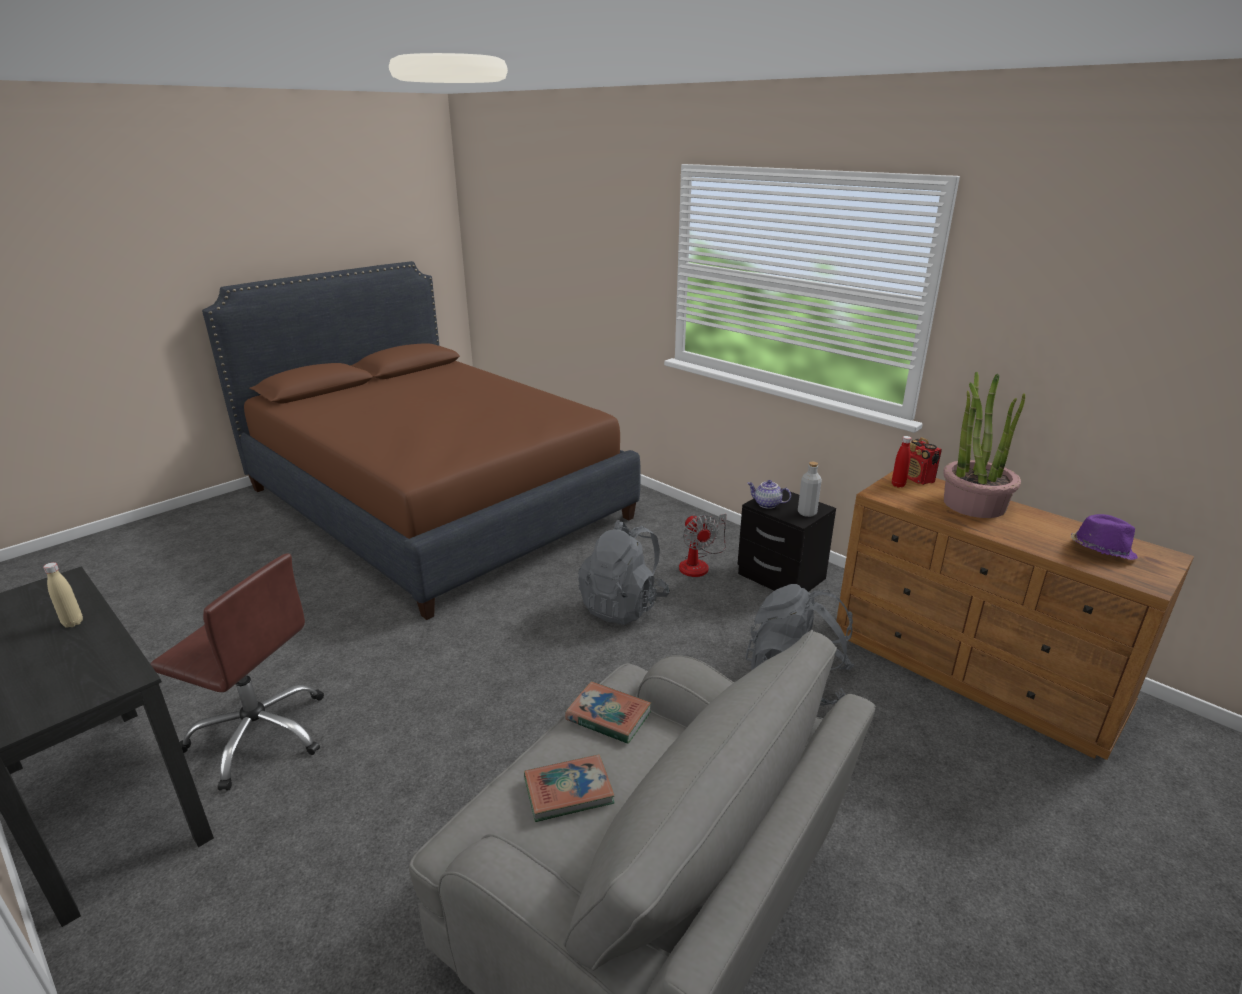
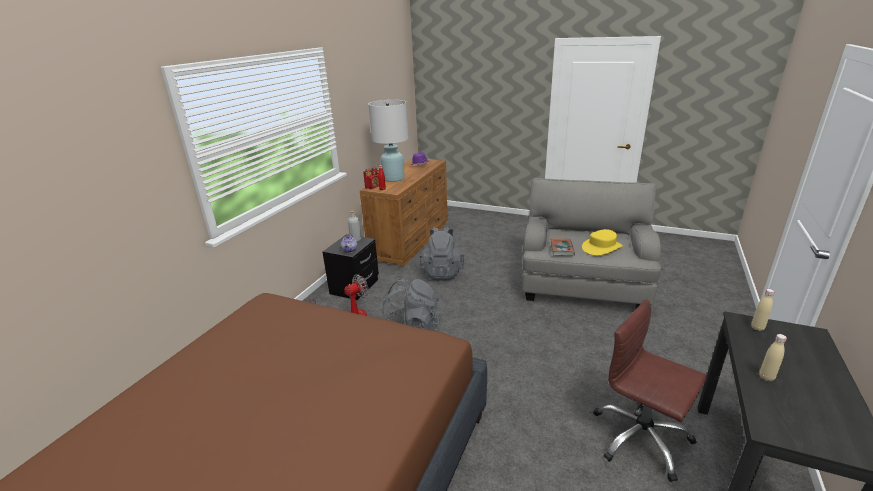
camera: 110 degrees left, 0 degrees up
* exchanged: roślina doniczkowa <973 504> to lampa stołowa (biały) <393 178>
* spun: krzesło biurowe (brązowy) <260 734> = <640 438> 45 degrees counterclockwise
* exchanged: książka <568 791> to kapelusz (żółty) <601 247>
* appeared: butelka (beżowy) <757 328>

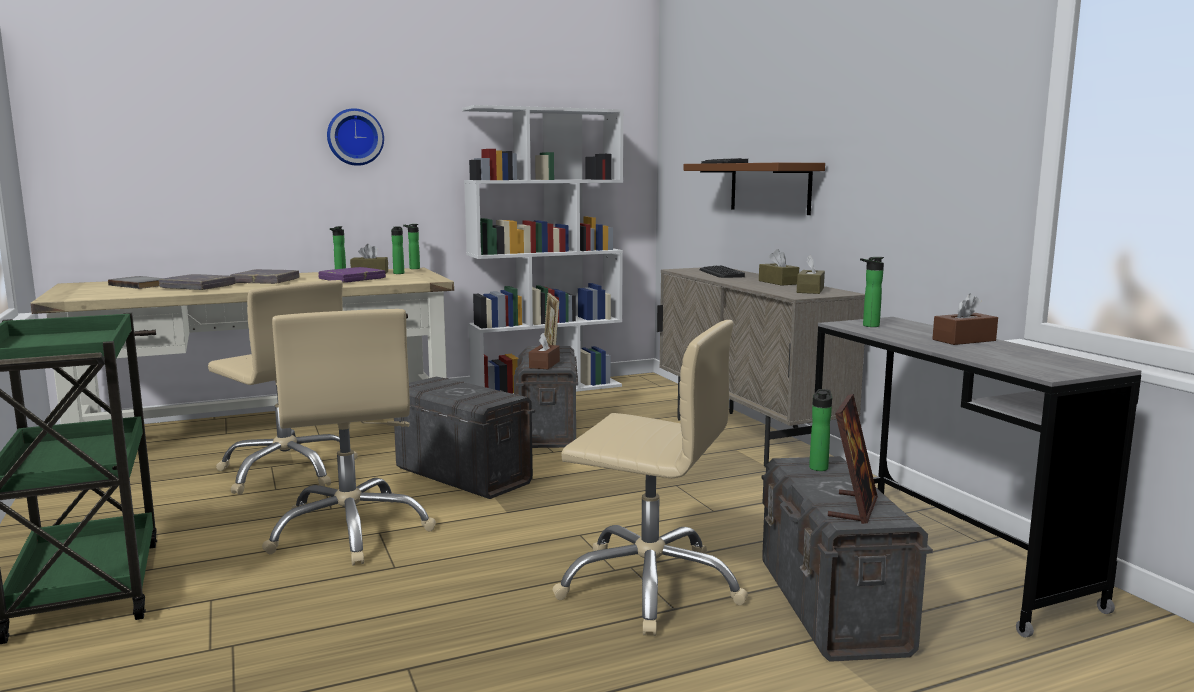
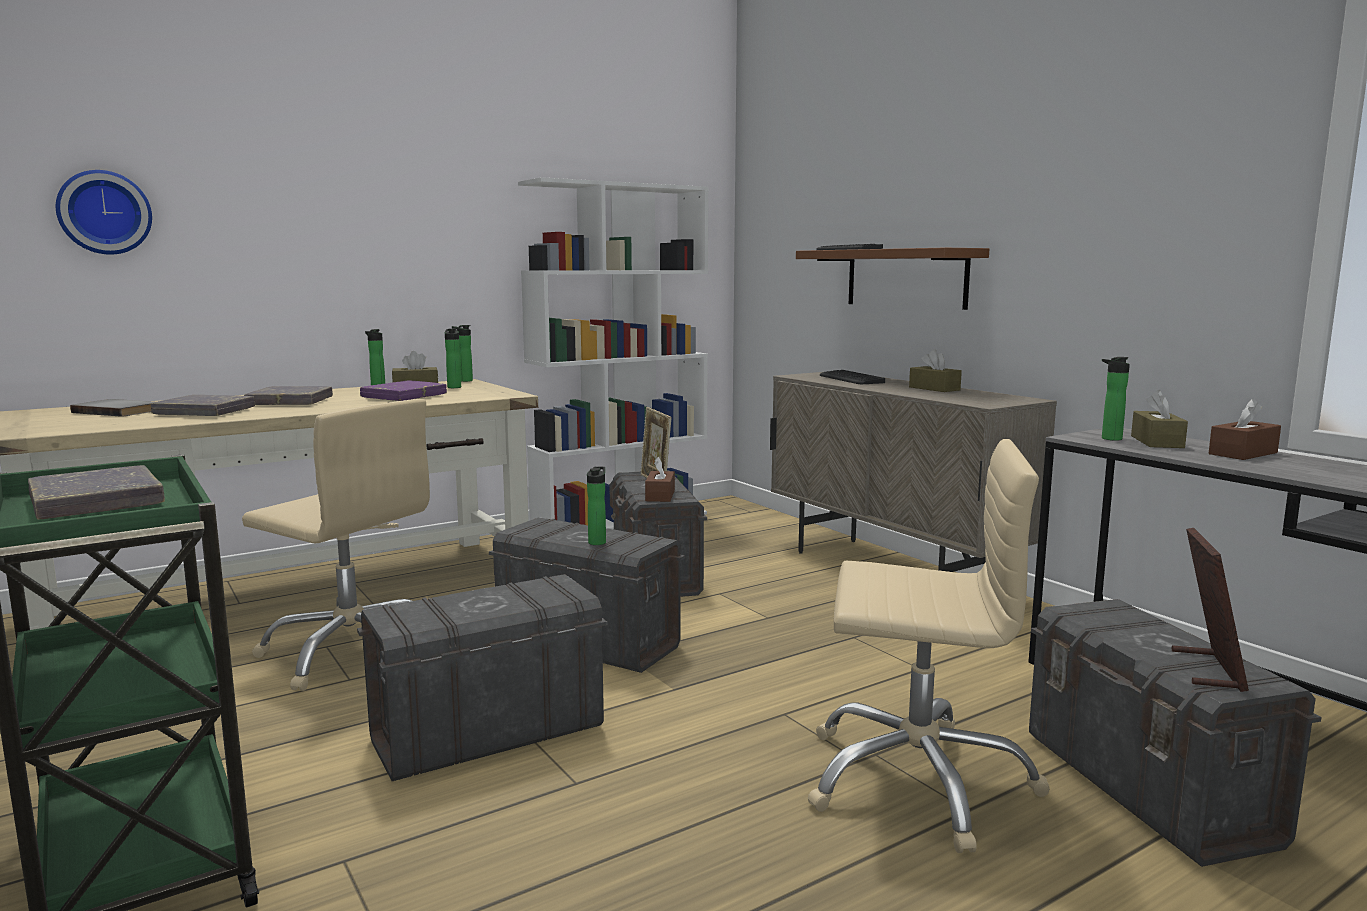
camera: 10 degrees left, 0 degrees up
* relocated: zegar ścienny <355 137> to <104 212>
* relocated: pudełko chusteczek (brązowy) <810 290> to <1157 442>
* exchanged: krzesło biurowe (beżowy) <351 531> to pojemnik do przechowywania (szary) <486 733>
* relocated: butelka <819 467> to <598 542>
* appeared: książka (szary) <97 502>

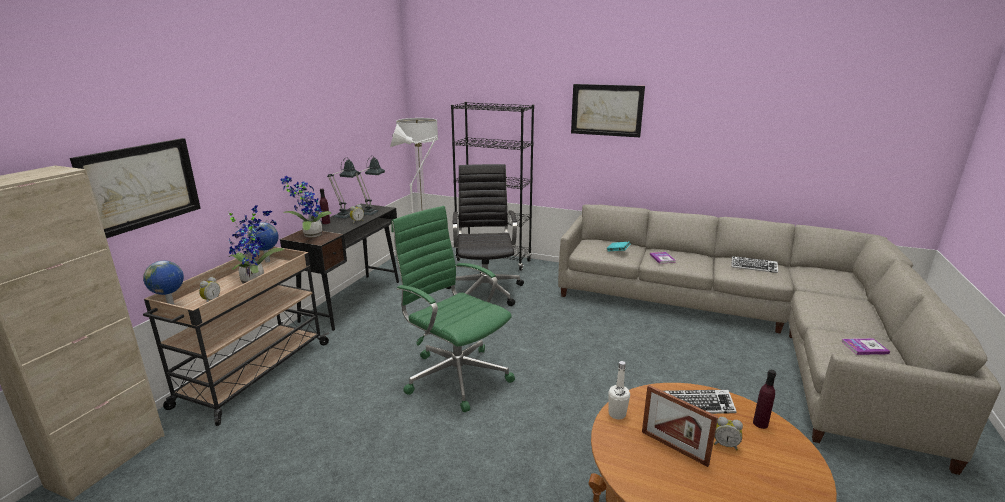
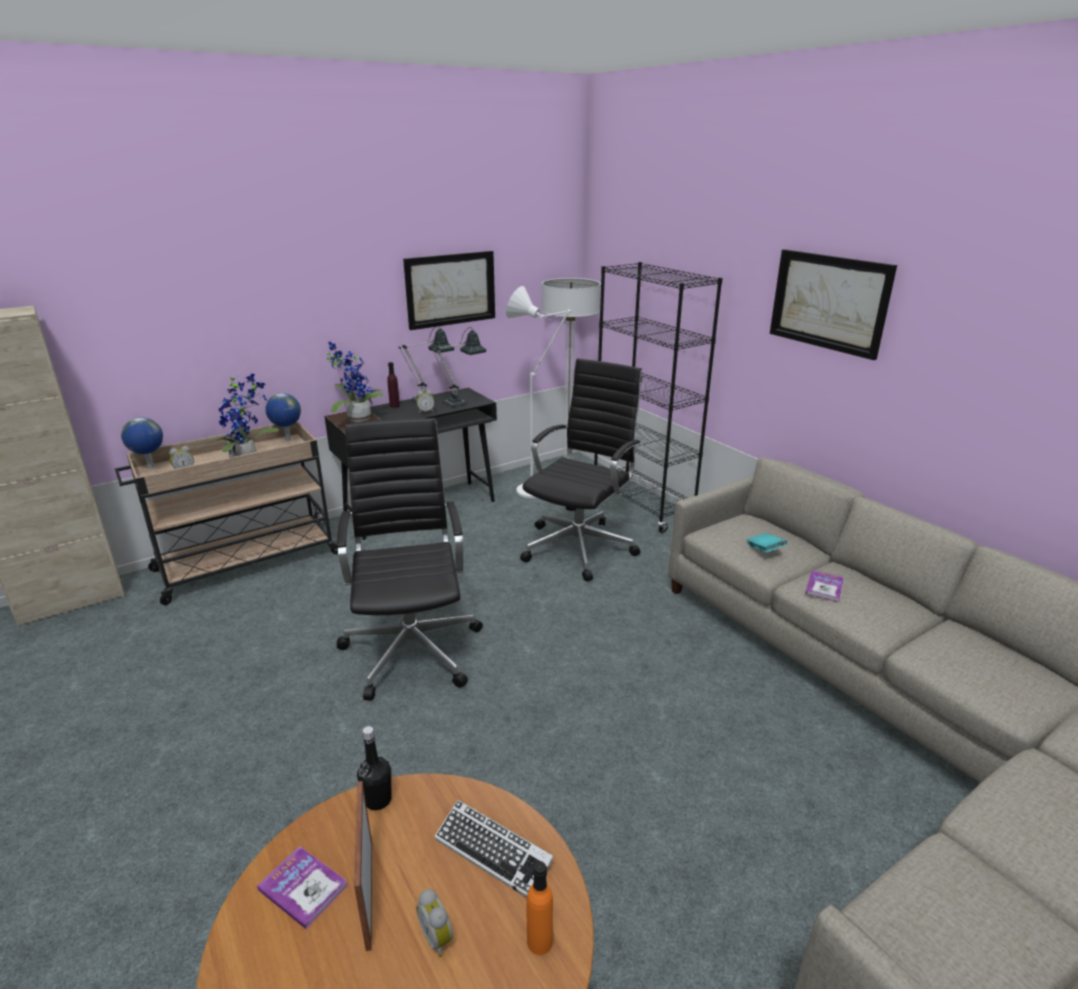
camera: 35 degrees right, 5 degrees up
* relocated: obraz <141 186> to <450 289>
* colour: krzesło biurowe (zielony) <455 375> to krzesło biurowe (czarny) <412 648>
* missing: klawiatura <753 267>
* relocated: książka <864 347> to <303 888>
* colour: butelka (biały) <617 414> to butelka (czarny) <378 800>
* colour: butelka (fioletowy) <760 423> to butelka (pomarańczowy) <539 942>

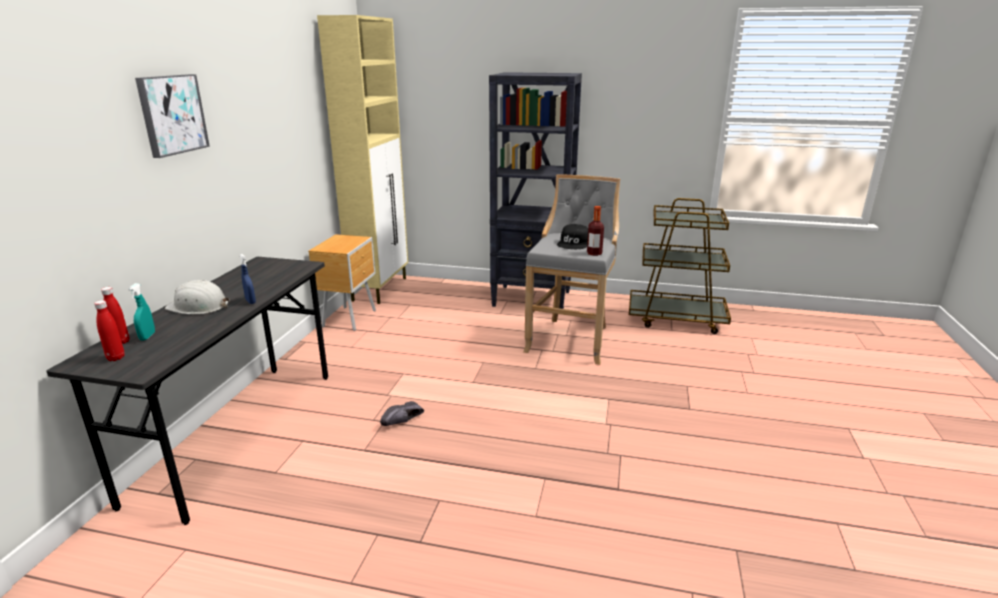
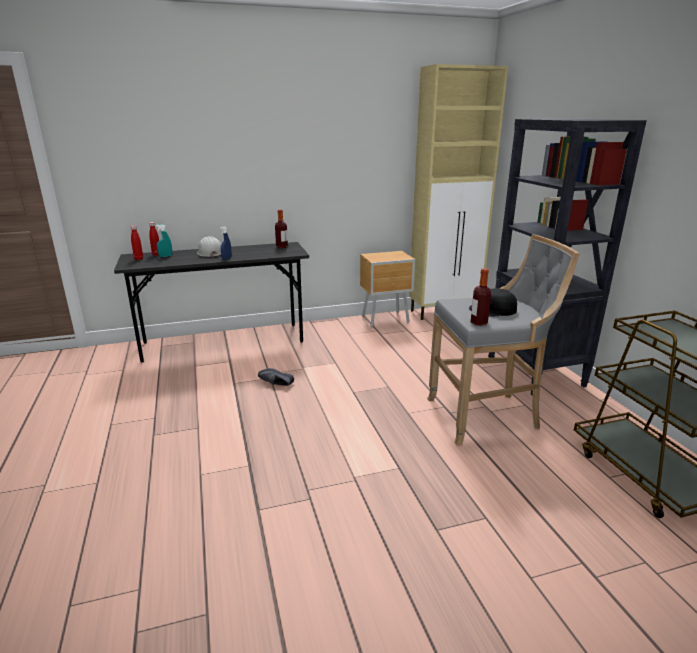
camera: 60 degrees right, 0 degrees up
* missing: obraz <171 114>
* appeared: butelka <282 246>

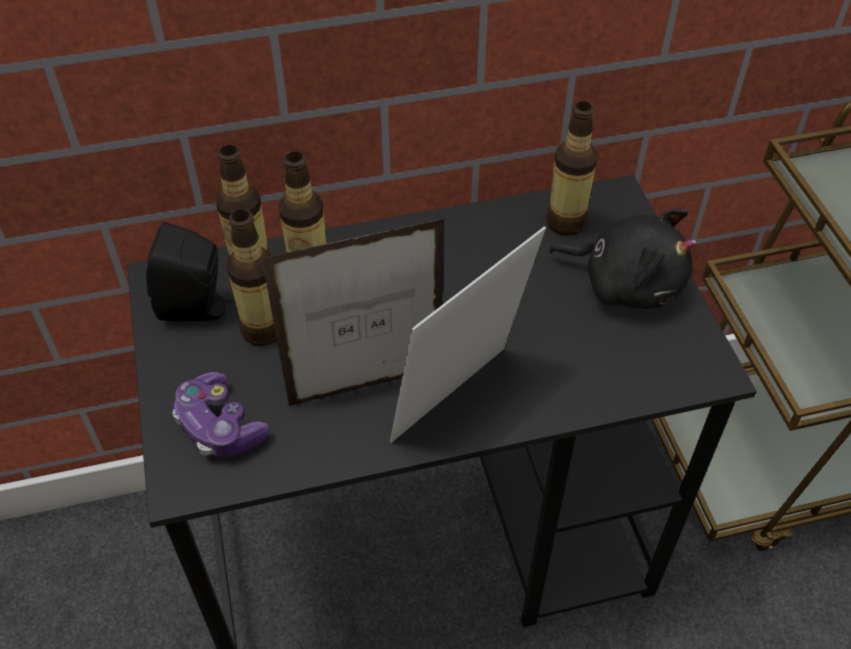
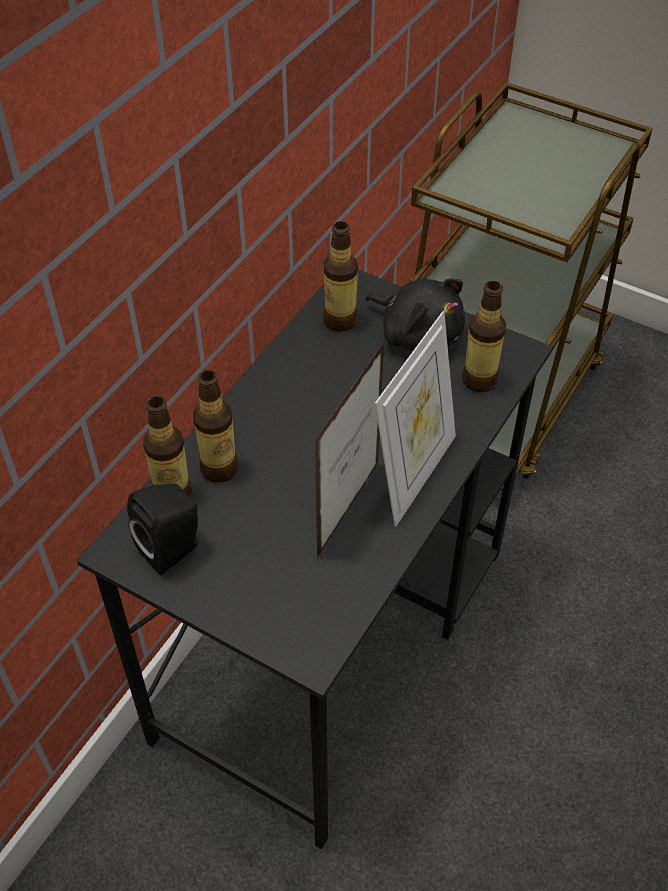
camera: 45 degrees left, 0 degrees up
* relocated: butelka <263 330> to <479 380>
* spun: pluszak (czarny) <626 283> = <418 334> 60 degrees clockwise
* spun: ramka na zdjęcie <460 403> = <414 474> 150 degrees counterclockwise
* missing: pad do gier <220 426>

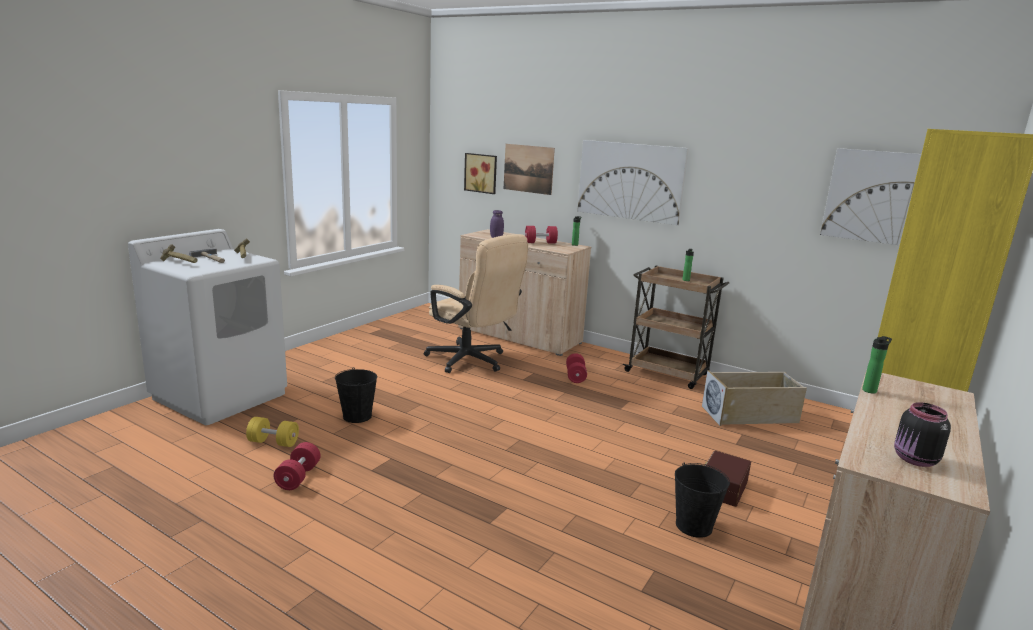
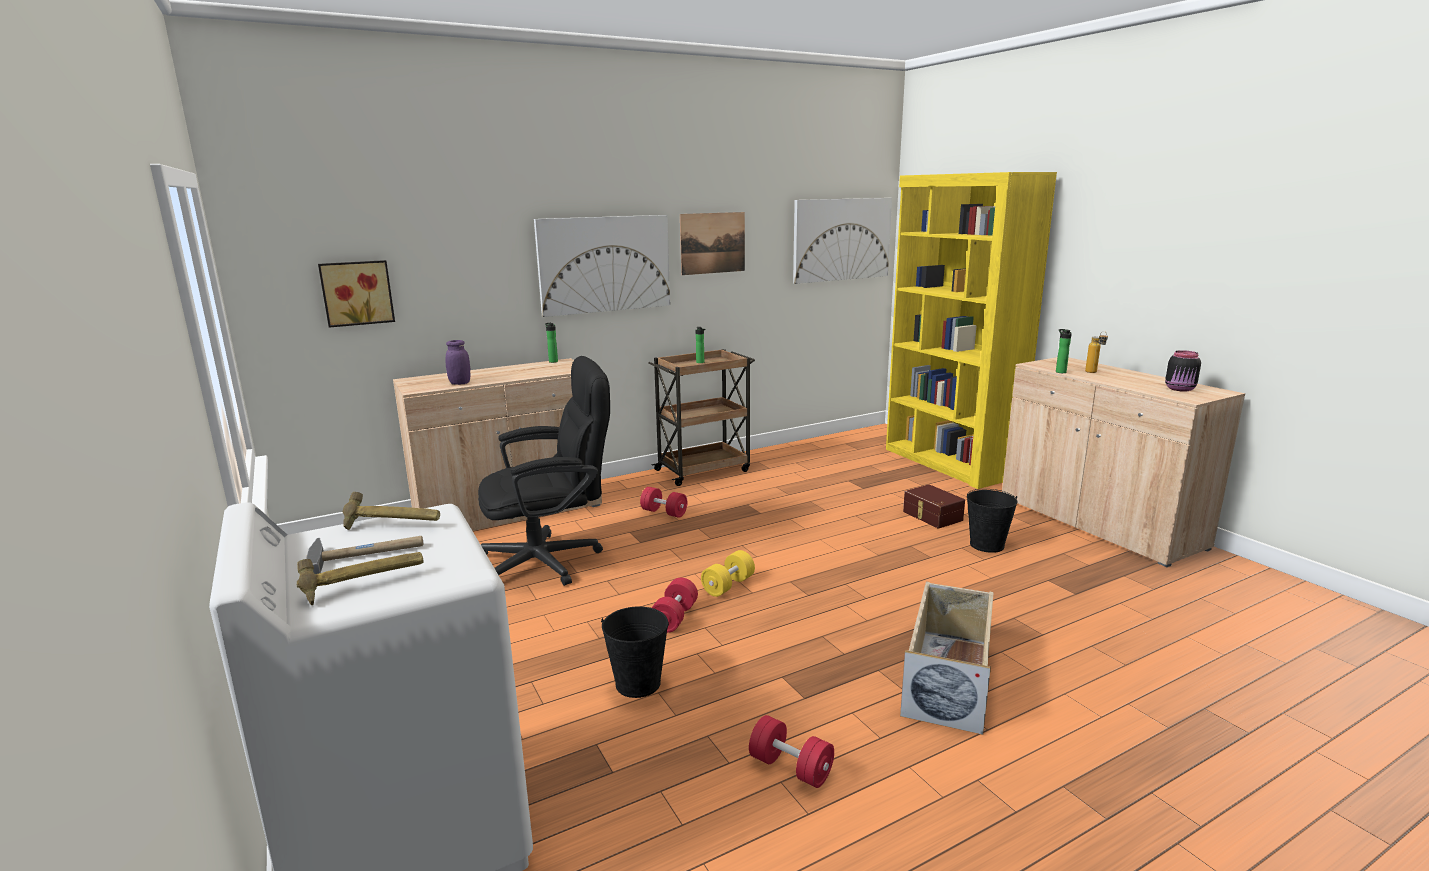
camera: 60 degrees left, 0 degrees up
* relocated: obraz <528 169> to <712 243>
* relocated: hantel (czerwony) <540 243> to <674 618>
* colour: krzesło biurowe (beżowy) <472 361> to krzesło biurowe (czarny) <551 560>
* relocated: pojemnik do przechowywania (beżowy) <750 415> to <947 679>
* relocated: hantel (żółty) <273 442> to <728 585>
* appeared: butelka <1094 373>

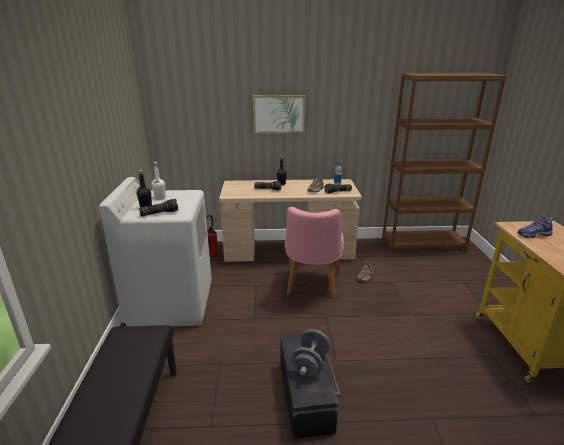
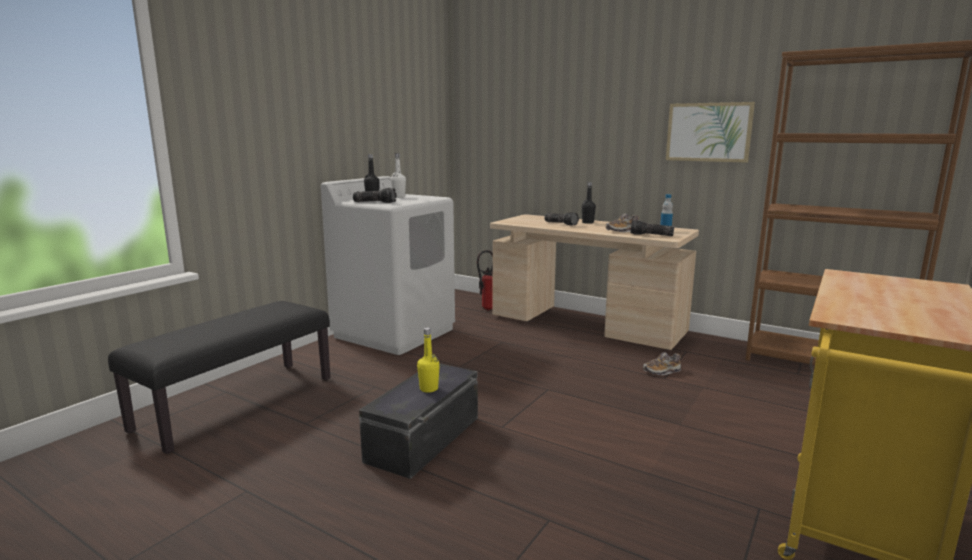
camera: 35 degrees right, 10 degrees down
* relocated: obraz <278 114> to <708 132>
* missing: krzesło (różowy) <311 286>
* missing: but <533 234>
* exchanged: hantel (szary) <310 364> to butelka (żółty) <429 389>

